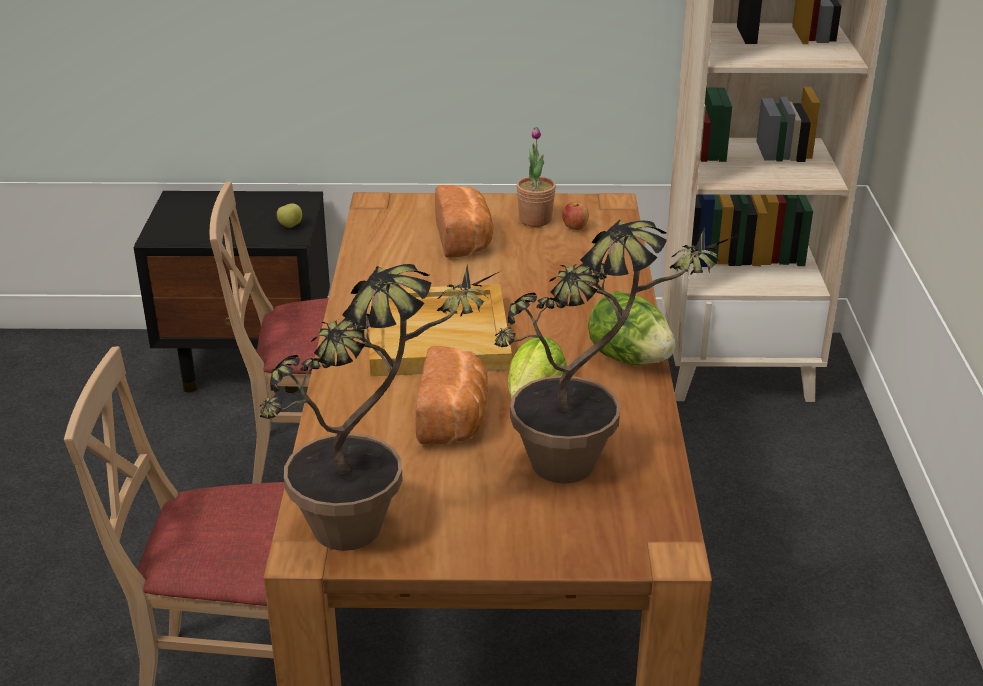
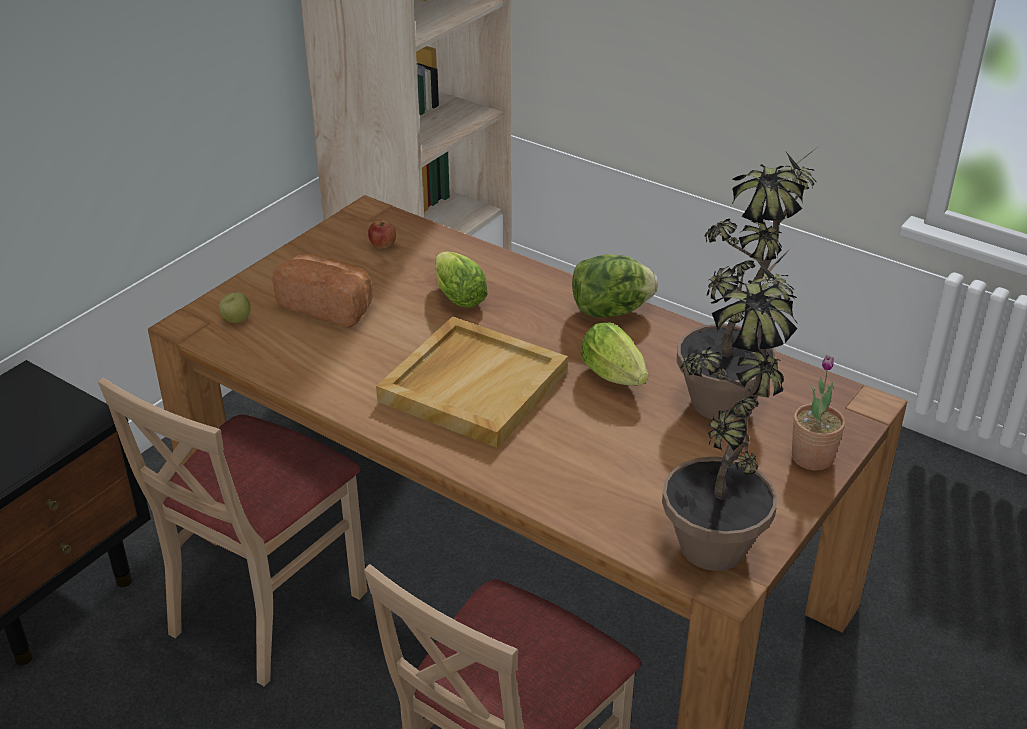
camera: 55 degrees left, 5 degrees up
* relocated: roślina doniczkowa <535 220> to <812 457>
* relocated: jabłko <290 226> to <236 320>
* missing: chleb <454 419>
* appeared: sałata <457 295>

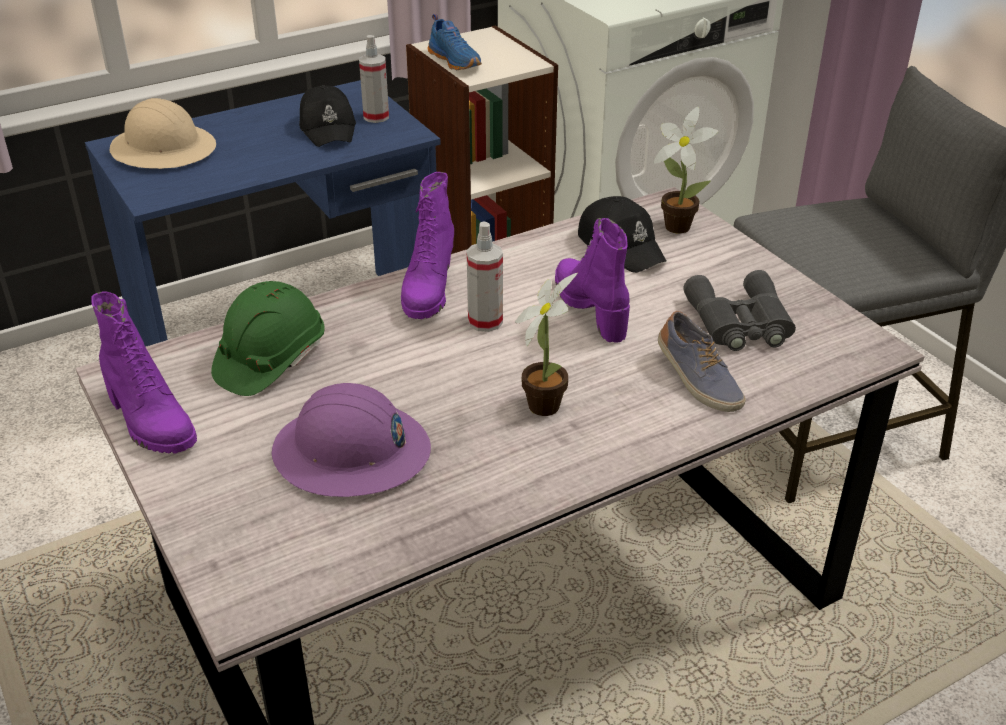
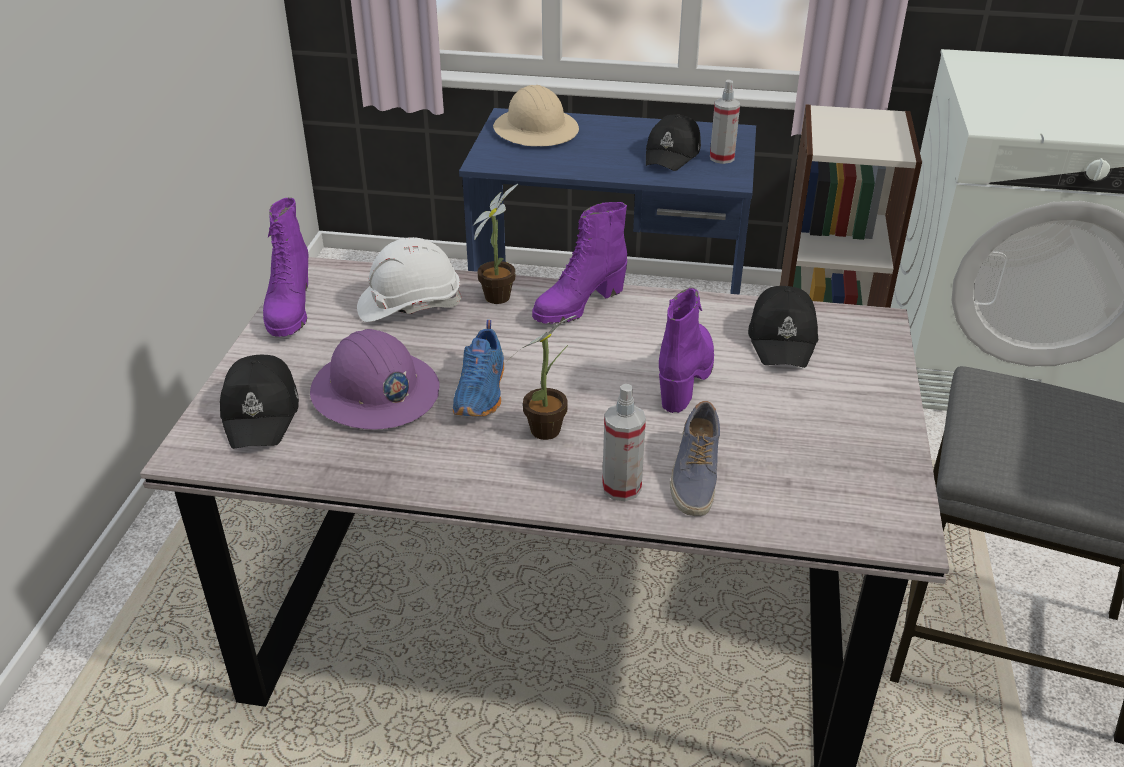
camera: 40 degrees right, 0 degrees up
* relocated: but (niebieski) <456 61> to <482 392>
* relocated: roślina doniczkowa <675 225> to <499 294>
* relocated: spryskiwacz <485 321> to <621 487>
* missing: lornetka (szary) <739 323>
* colour: kask (zielony) <270 360> to kask (biały) <409 305>
* appeared: czapka z daszkiem (czarny) <262 412>

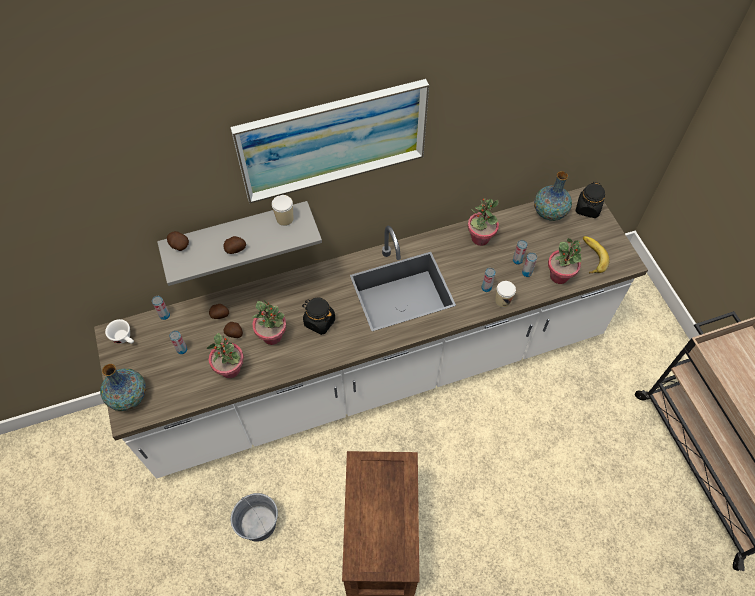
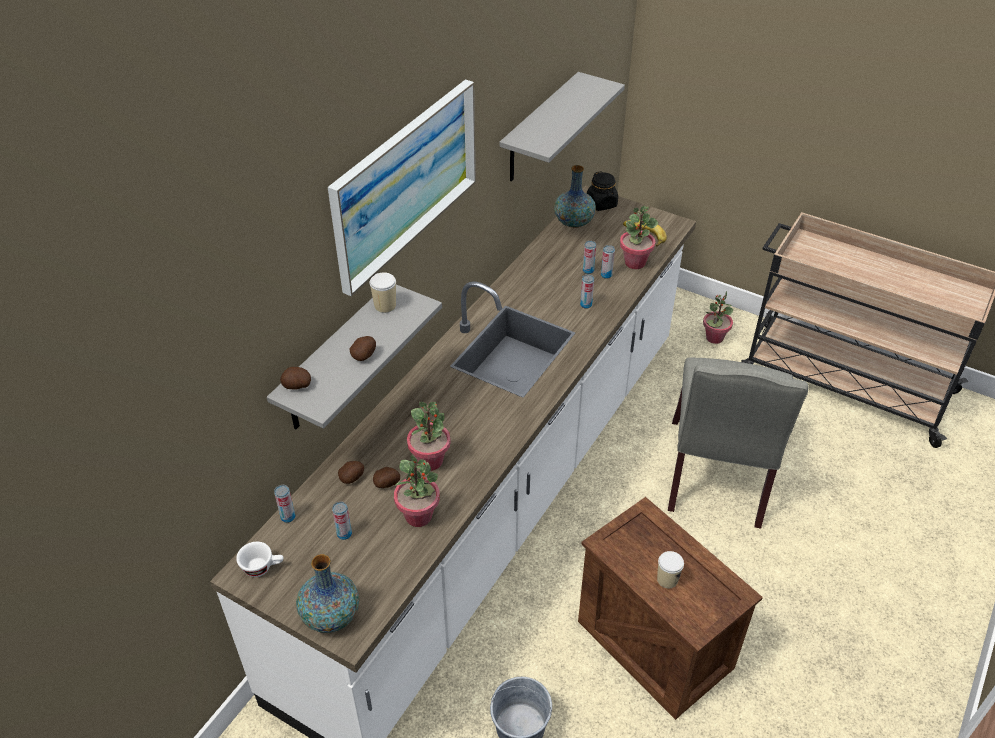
camera: 40 degrees left, 15 degrees down
* relocated: roślina doniczkowa <480 238> to <714 338>
* relocated: filiżanka <502 301> to <667 579>
* missing: słoik (czarny) <319 321>
* appeared: półka (szary) <539 129>
* appeared: krzesło (szary) <718 478>

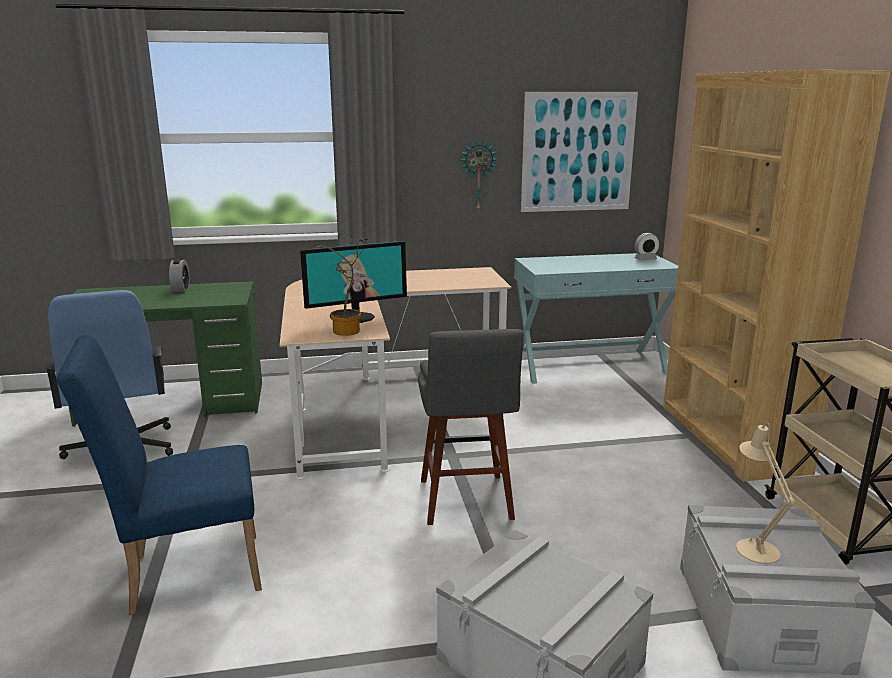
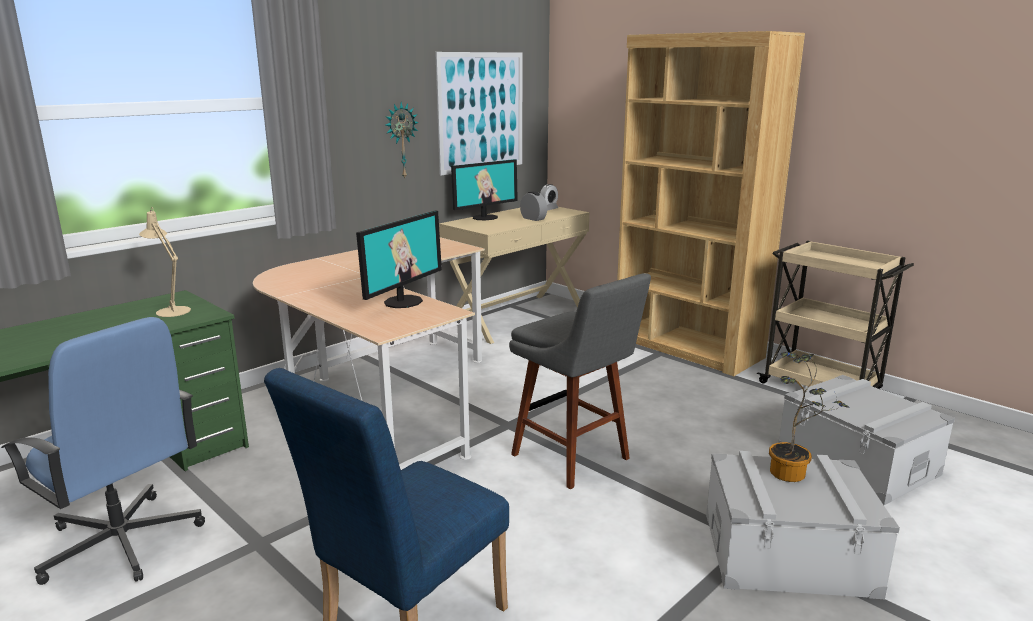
camera: 35 degrees left, 0 degrees up
* relocated: roślina doniczkowa <348 332> to <793 474>
* colour: stolik konsolowy (turkusowy) <589 365> to stolik konsolowy (beżowy) <516 317>
* relocated: budzik <181 289> to <533 218>
* relocated: lampa stołowa (beżowy) <754 547> to <171 310>
* appeared: monitor <485 217>

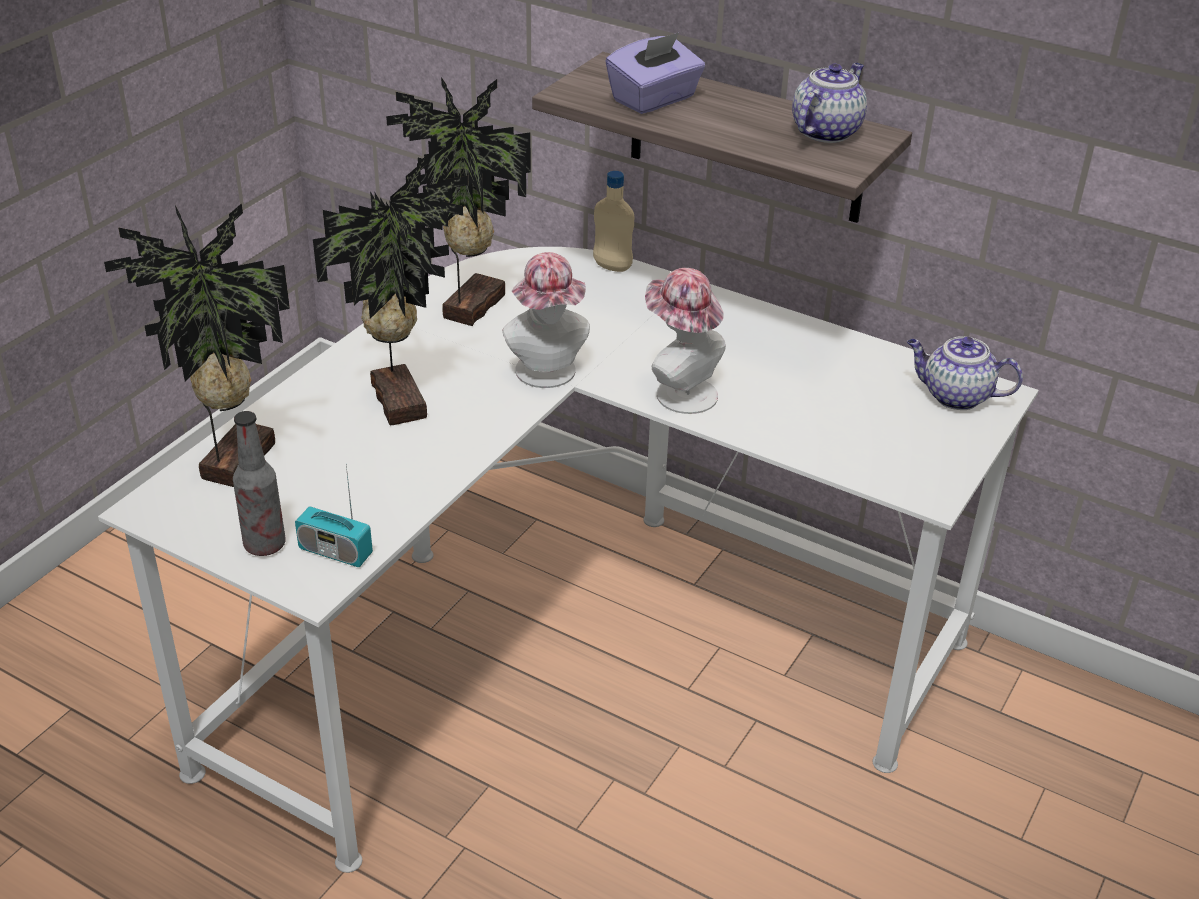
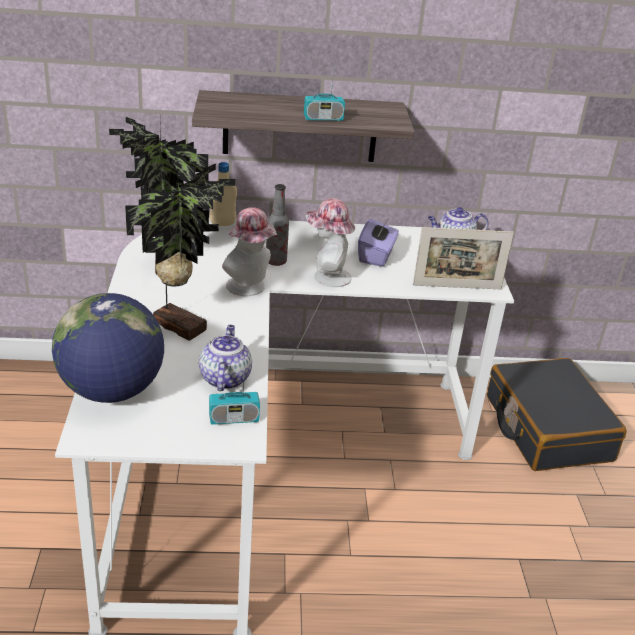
camera: 35 degrees left, 5 degrees down
* relocated: pudełko chusteczek (fioletowy) <654 99> to <376 256>
* relocated: imbryk <826 131> to <224 378>
* exchanged: roślina doniczkowa <232 461> to globus <112 391>
* relocated: butelka <265 545> to <276 262>
* appeared: radio <323 119>
* appeared: ramka na zdjęcie <457 287>
* appeared: walizka (czarny) <546 428>

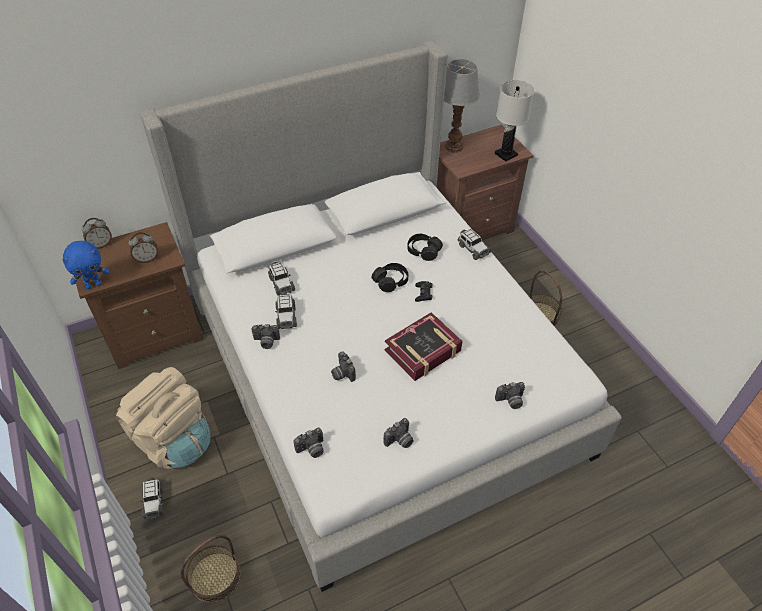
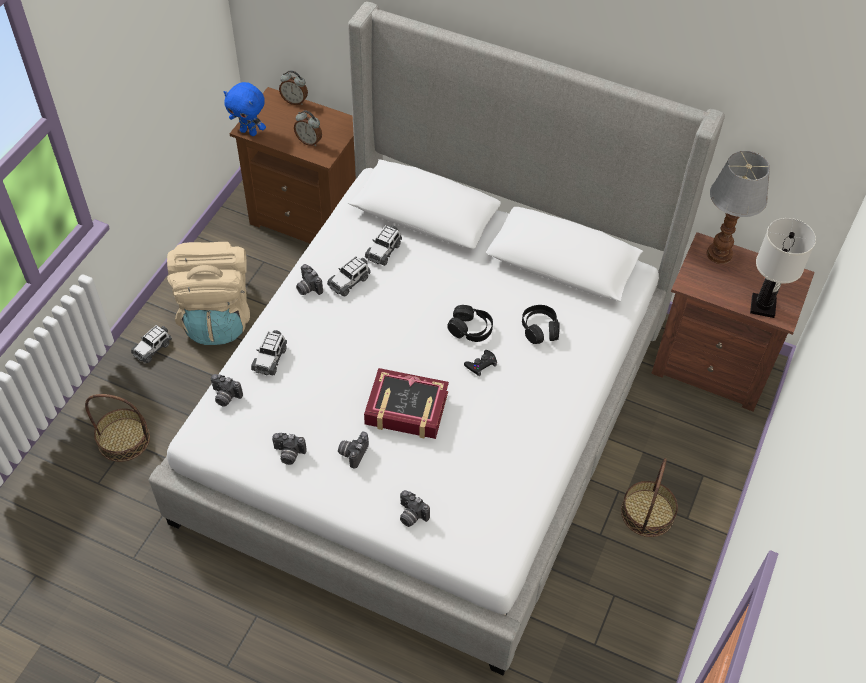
camera: 50 degrees right, 5 degrees up
* relocated: samochodzik <473 249> to <270 358>
* relocated: aparat fotograficzny <342 373> to <353 453>

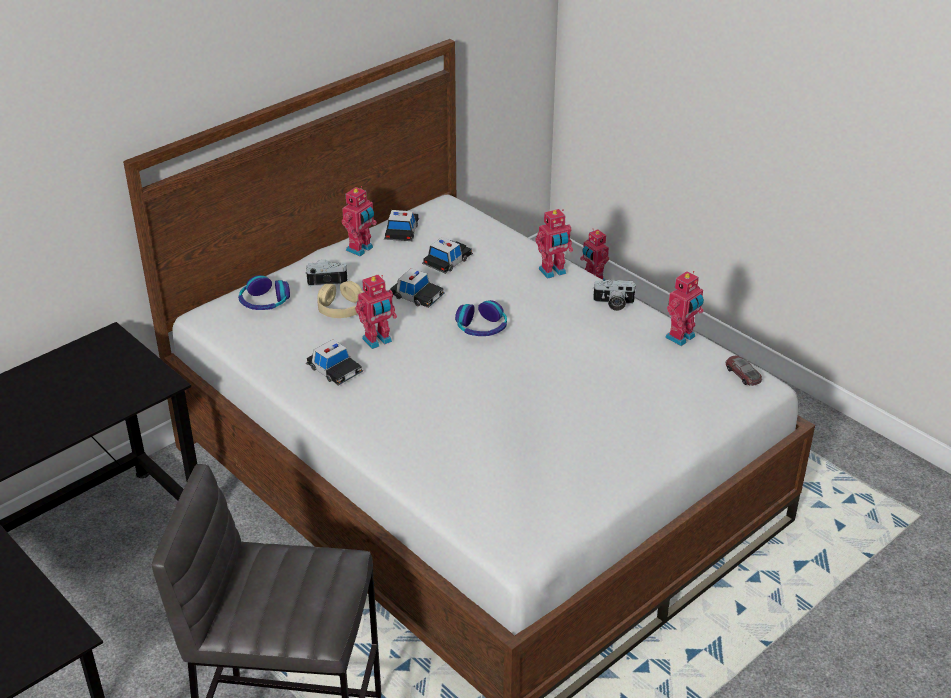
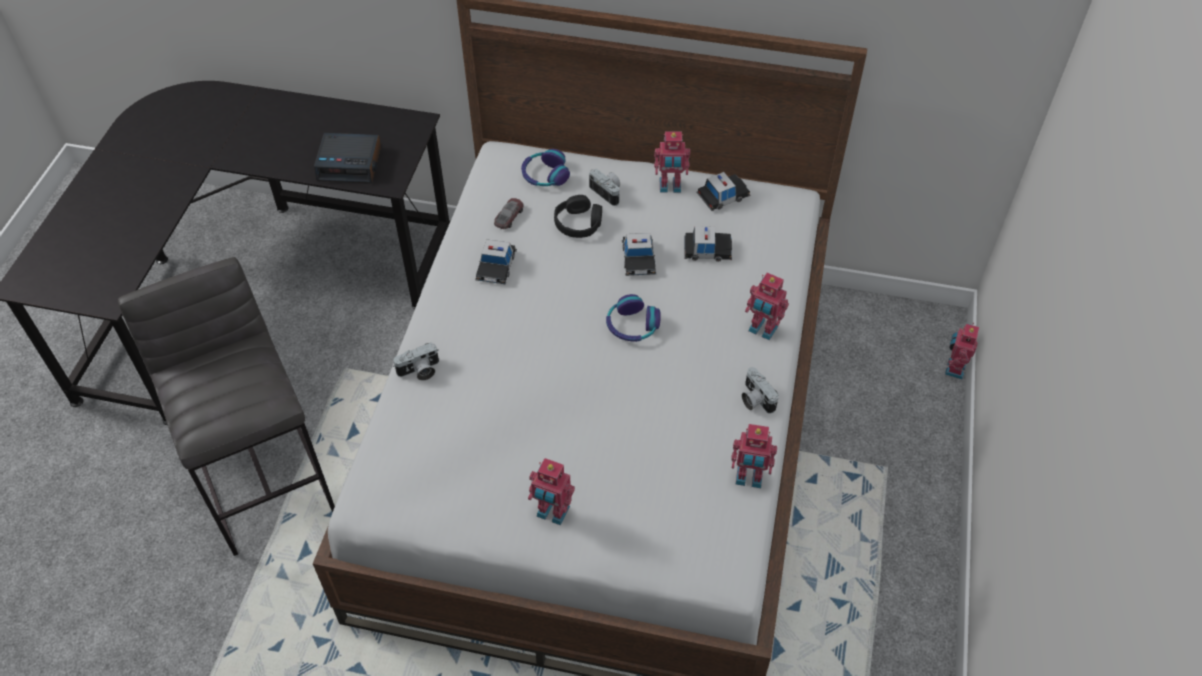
camera: 55 degrees right, 15 degrees up
* relocated: robot zabawkowy <378 341> to <552 513>
* colour: słuchawki (beżowy) <341 308> to słuchawki (czarny) <578 223>
* relocated: samochodzik <743 374> to <509 216>
* appeared: budzik <350 163>
* appeared: aparat fotograficzny <419 371>

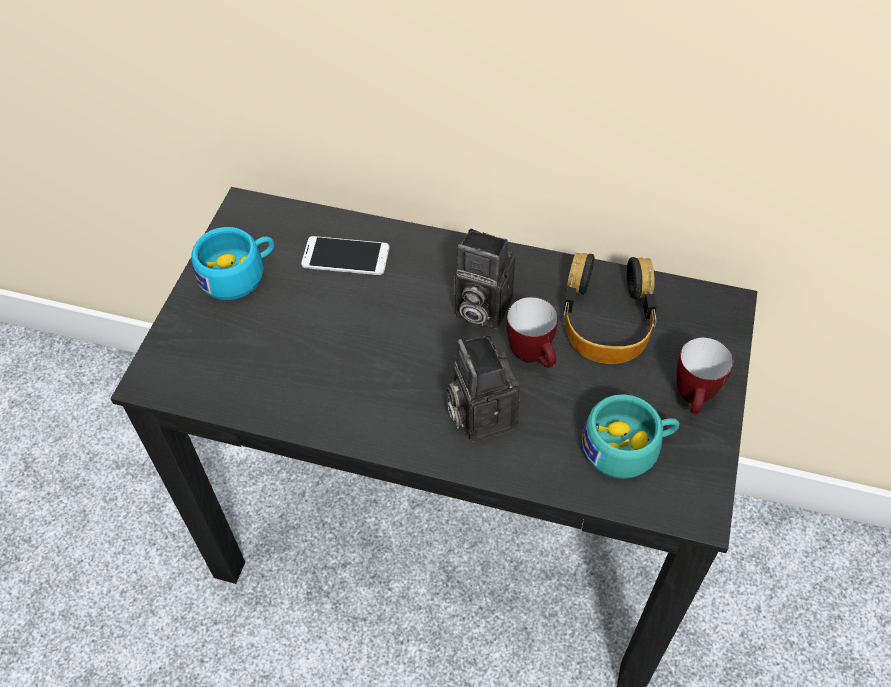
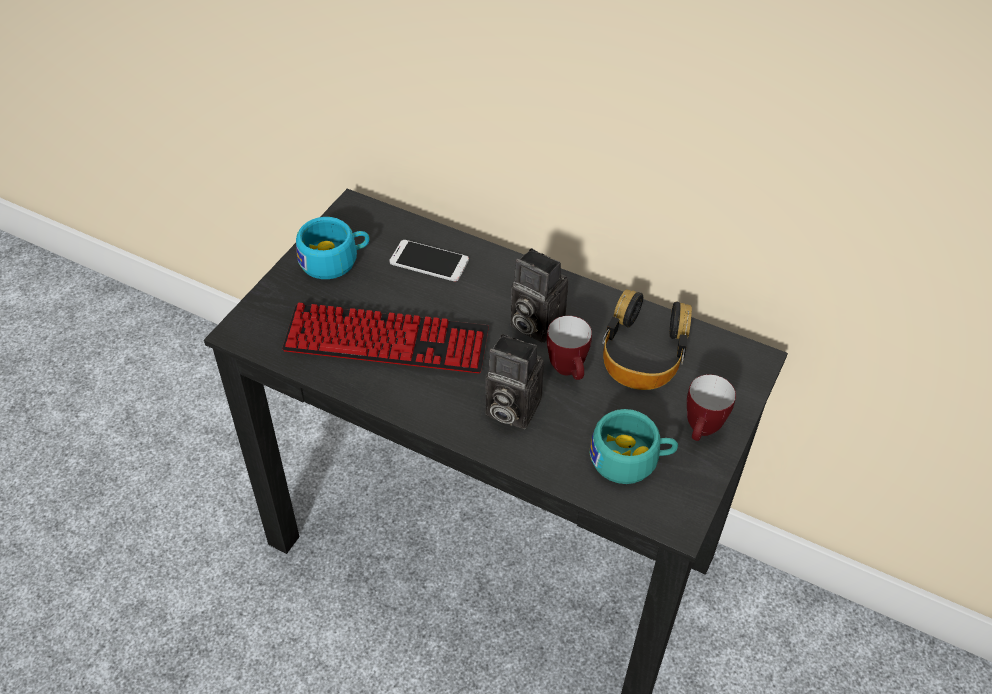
camera: 10 degrees right, 5 degrees down
* spun: aparat fotograficzny <479 414> = <509 409> 60 degrees counterclockwise
* appeared: klawiatura <386 341>

